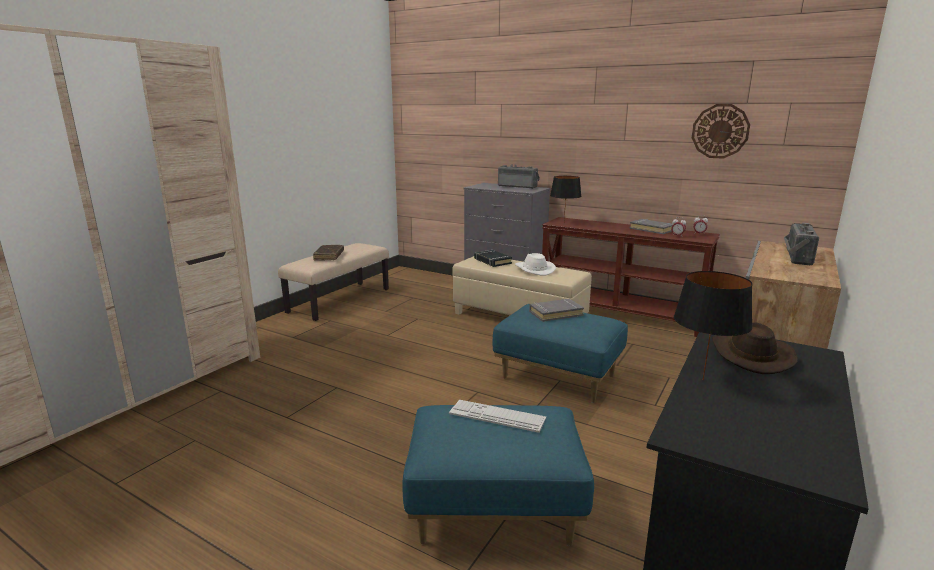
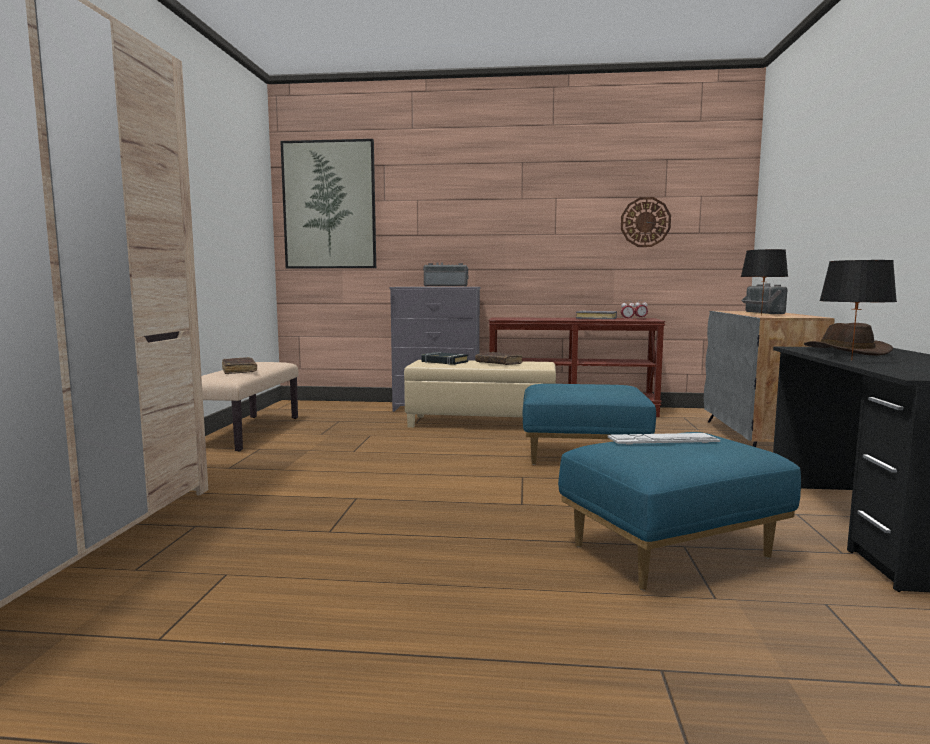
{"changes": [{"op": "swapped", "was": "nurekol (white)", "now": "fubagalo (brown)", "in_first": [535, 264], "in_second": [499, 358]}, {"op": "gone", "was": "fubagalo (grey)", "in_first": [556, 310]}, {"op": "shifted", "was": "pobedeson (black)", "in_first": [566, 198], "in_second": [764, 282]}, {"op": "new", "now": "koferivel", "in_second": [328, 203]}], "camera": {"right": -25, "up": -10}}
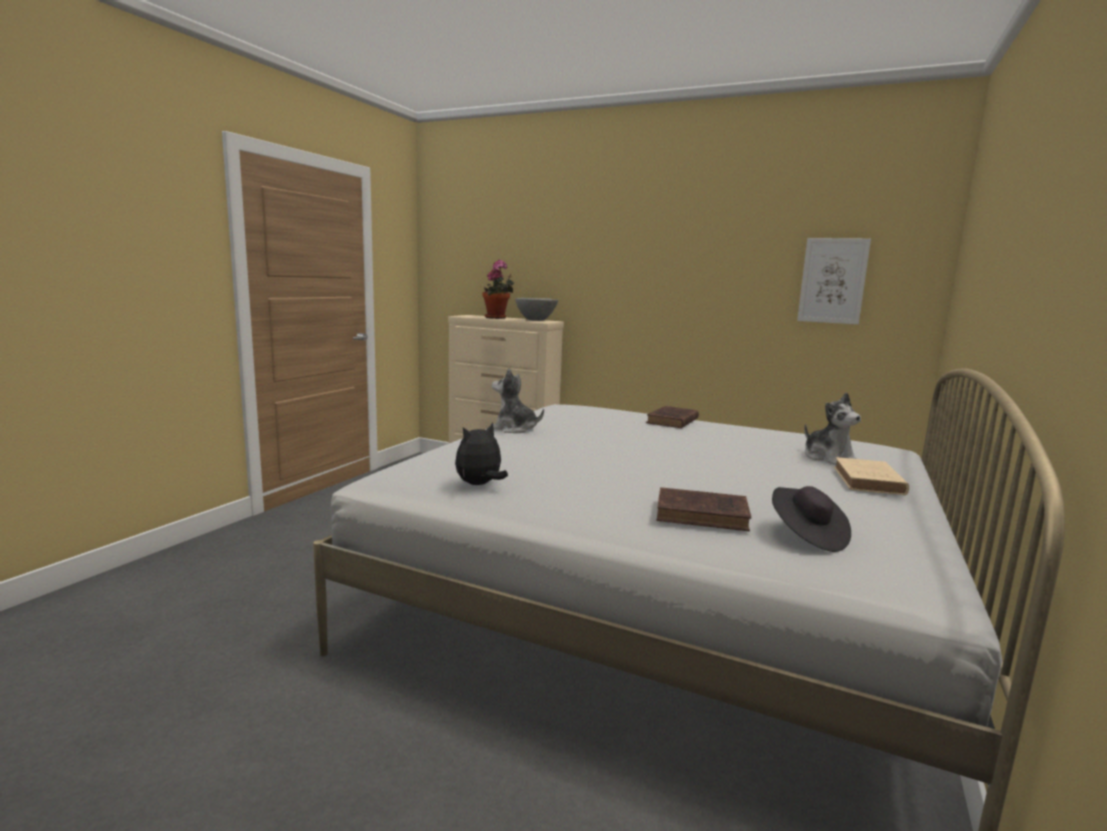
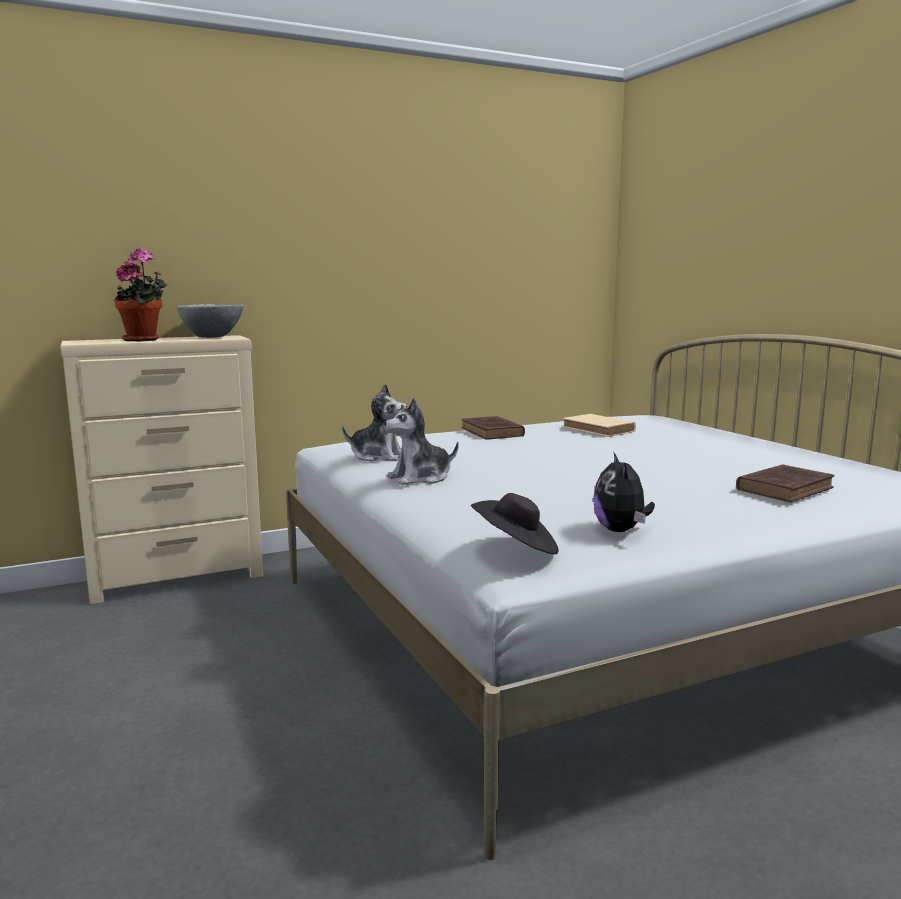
{"changes": [{"op": "shifted", "was": "nurekol (black)", "in_first": [811, 519], "in_second": [514, 523]}, {"op": "gone", "was": "koferivel", "in_first": [834, 281]}, {"op": "shifted", "was": "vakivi", "in_first": [832, 429], "in_second": [375, 423]}, {"op": "shifted", "was": "fubagalo (beige)", "in_first": [871, 476], "in_second": [599, 425]}], "camera": {"right": -50, "up": 0}}
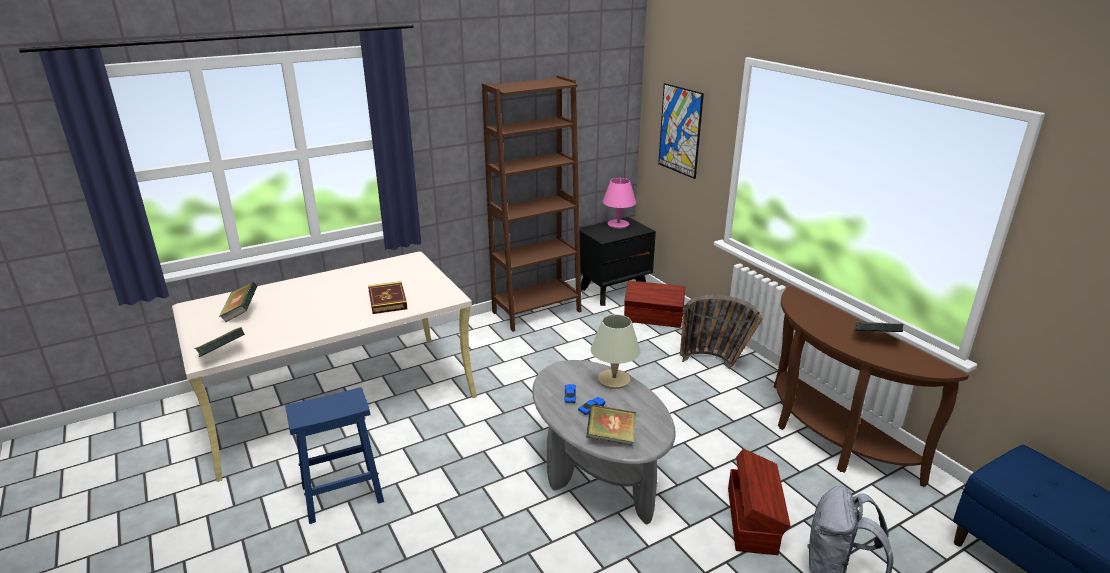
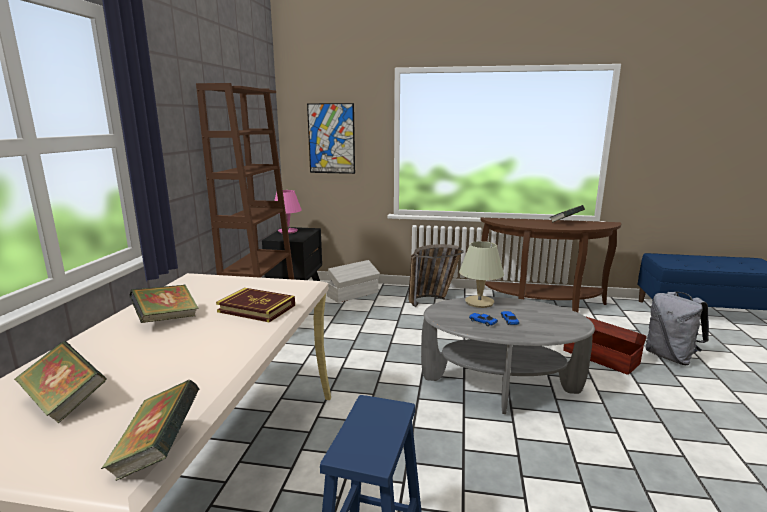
{"changes": [{"op": "shifted", "was": "fubagalo", "in_first": [611, 425], "in_second": [164, 304]}, {"op": "repainted", "was": "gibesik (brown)", "now": "gibesik (white)", "in_first": [654, 304], "in_second": [353, 281]}], "camera": {"right": -50, "up": -10}}
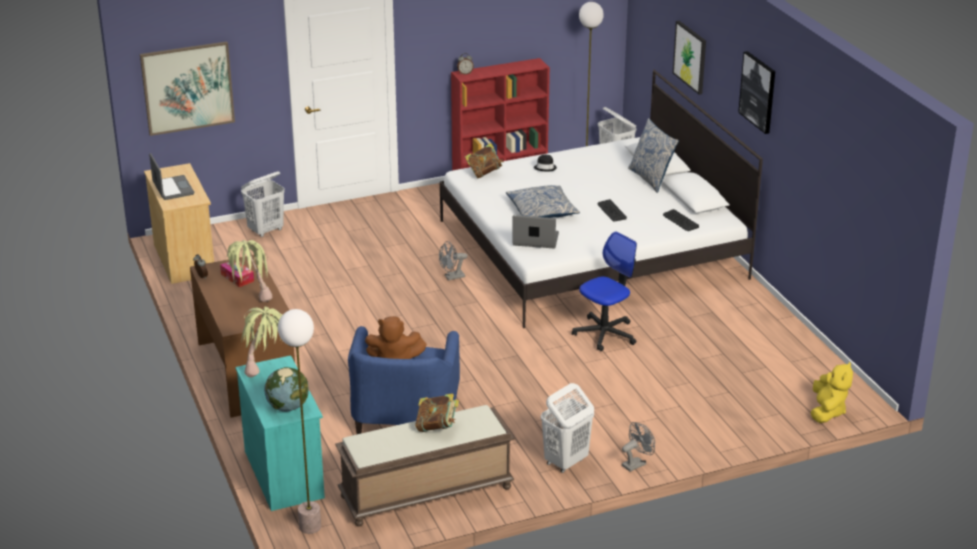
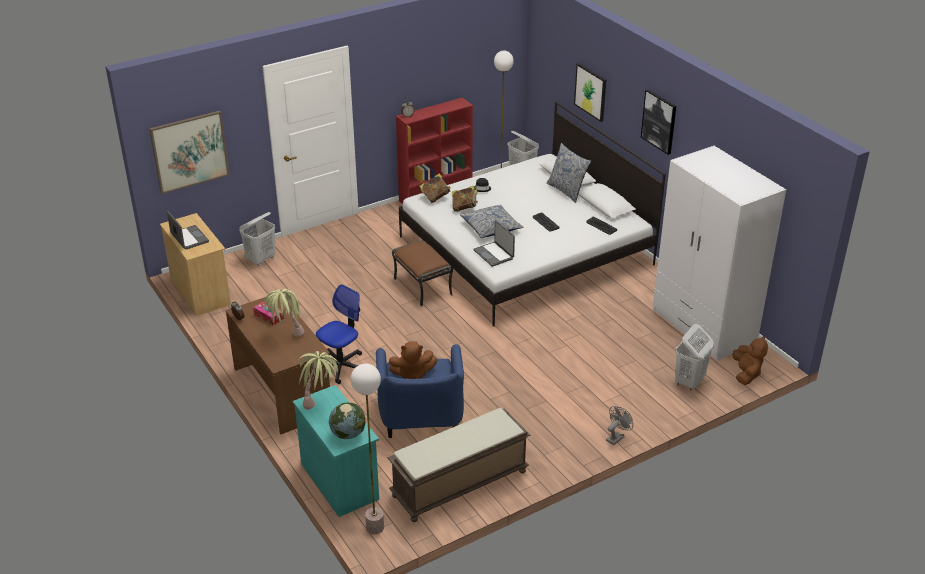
{"changes": [{"op": "shifted", "was": "fubagalo", "in_first": [437, 412], "in_second": [465, 199]}, {"op": "swapped", "was": "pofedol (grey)", "now": "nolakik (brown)", "in_first": [453, 261], "in_second": [422, 273]}, {"op": "rotated", "was": "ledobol", "in_first": [535, 231], "in_second": [494, 243], "clockwise": -120}, {"op": "shifted", "was": "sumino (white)", "in_first": [567, 428], "in_second": [694, 357]}, {"op": "shifted", "was": "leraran", "in_first": [604, 291], "in_second": [339, 334]}, {"op": "repainted", "was": "vakivi (yellow)", "now": "vakivi (brown)", "in_first": [832, 392], "in_second": [750, 360]}, {"op": "new", "now": "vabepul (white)", "in_second": [719, 253]}], "camera": {"right": -10, "up": 5}}
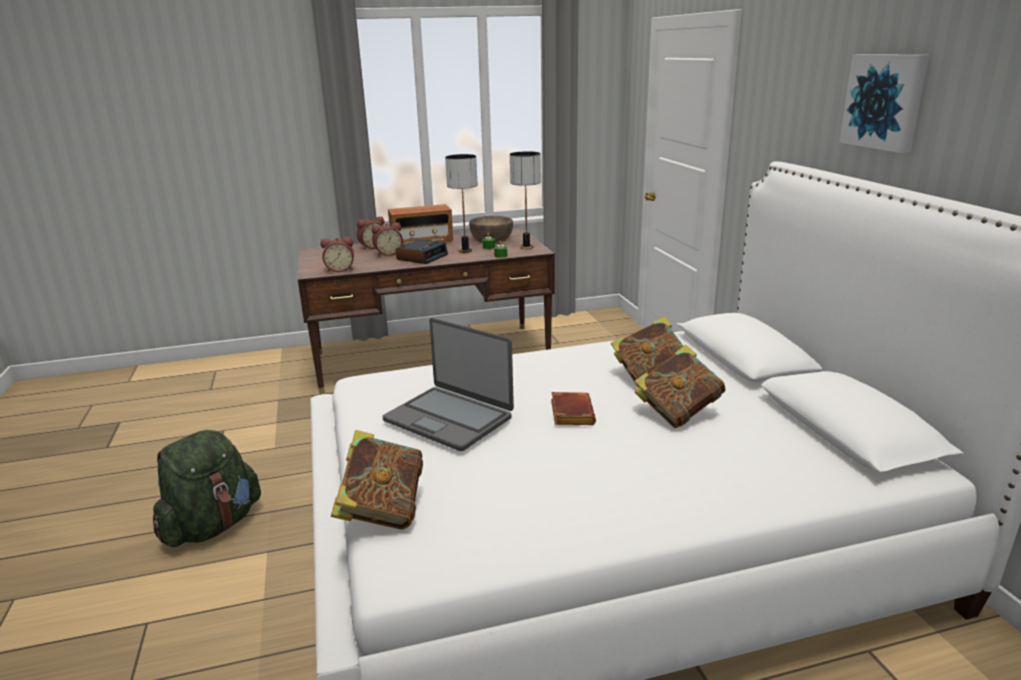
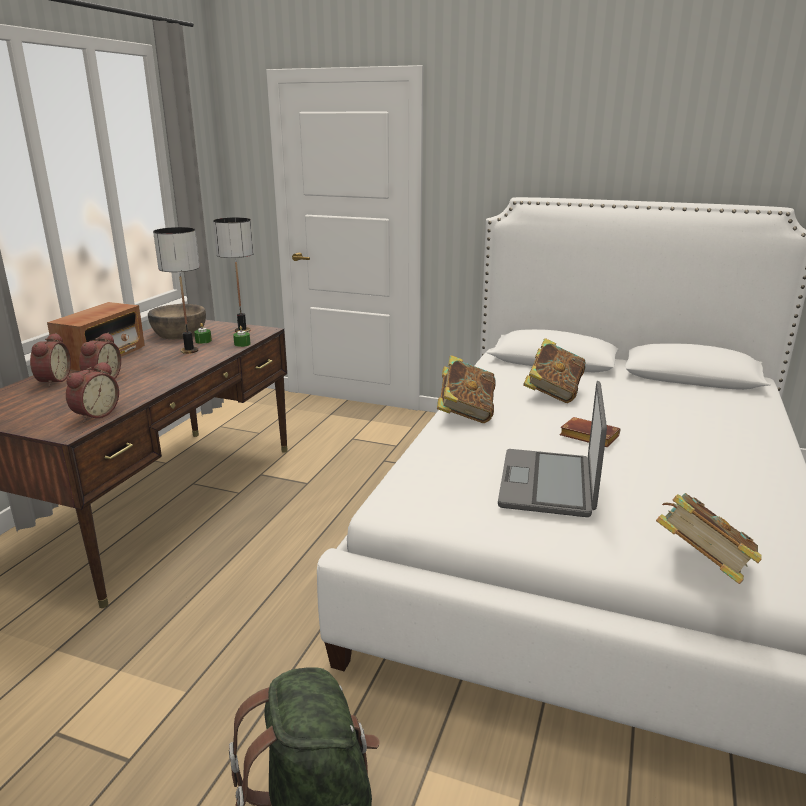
{"changes": [{"op": "rotated", "was": "ledobol", "in_first": [448, 384], "in_second": [552, 449], "clockwise": 120}, {"op": "gone", "was": "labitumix", "in_first": [422, 251]}, {"op": "shifted", "was": "fubagalo", "in_first": [680, 386], "in_second": [466, 389]}, {"op": "gone", "was": "koferivel", "in_first": [884, 103]}], "camera": {"right": -55, "up": 0}}
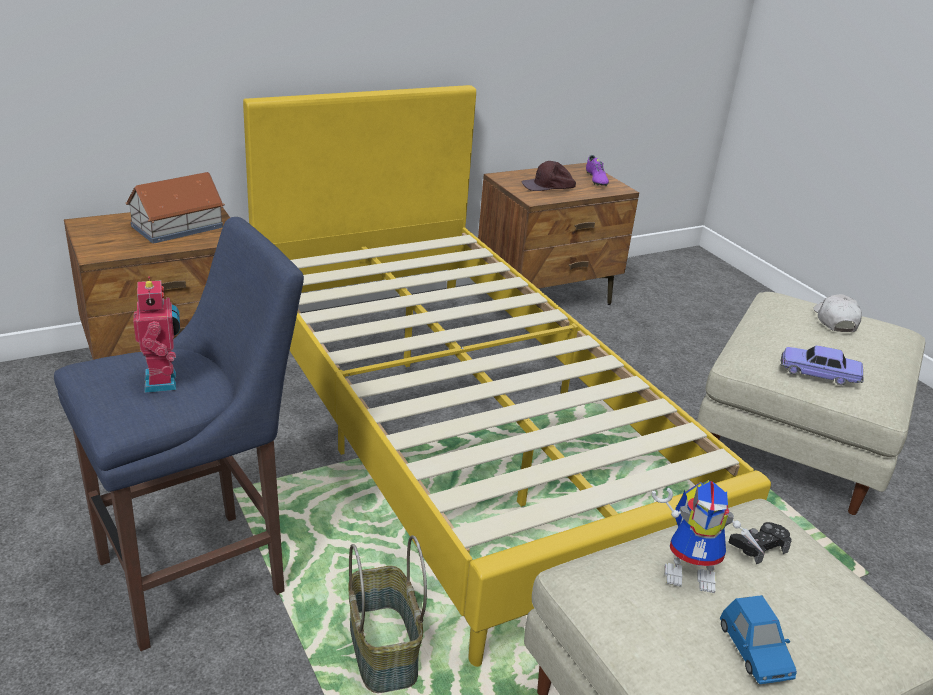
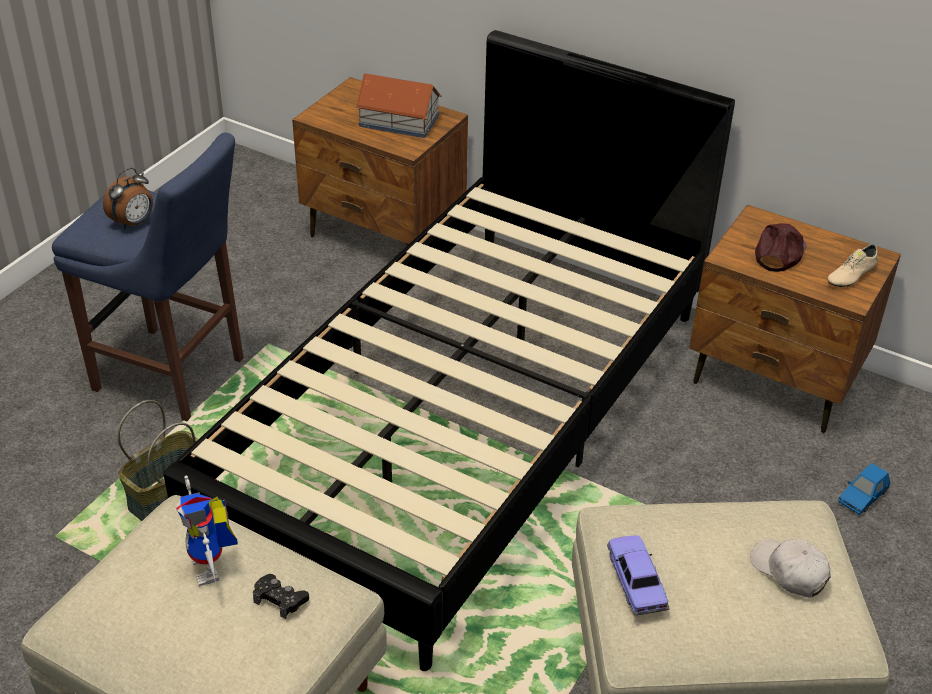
{"changes": [{"op": "swapped", "was": "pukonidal", "now": "labitumix", "in_first": [156, 334], "in_second": [128, 198]}, {"op": "repainted", "was": "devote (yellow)", "now": "devote (black)", "in_first": [507, 376], "in_second": [449, 350]}, {"op": "rotated", "was": "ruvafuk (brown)", "in_first": [548, 176], "in_second": [780, 247], "clockwise": 75}, {"op": "repainted", "was": "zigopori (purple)", "now": "zigopori (beige)", "in_first": [597, 170], "in_second": [853, 266]}, {"op": "shifted", "was": "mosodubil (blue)", "in_first": [758, 639], "in_second": [864, 489]}, {"op": "rotated", "was": "ruvafuk (white)", "in_first": [837, 313], "in_second": [790, 568], "clockwise": -105}], "camera": {"right": 60, "up": 10}}
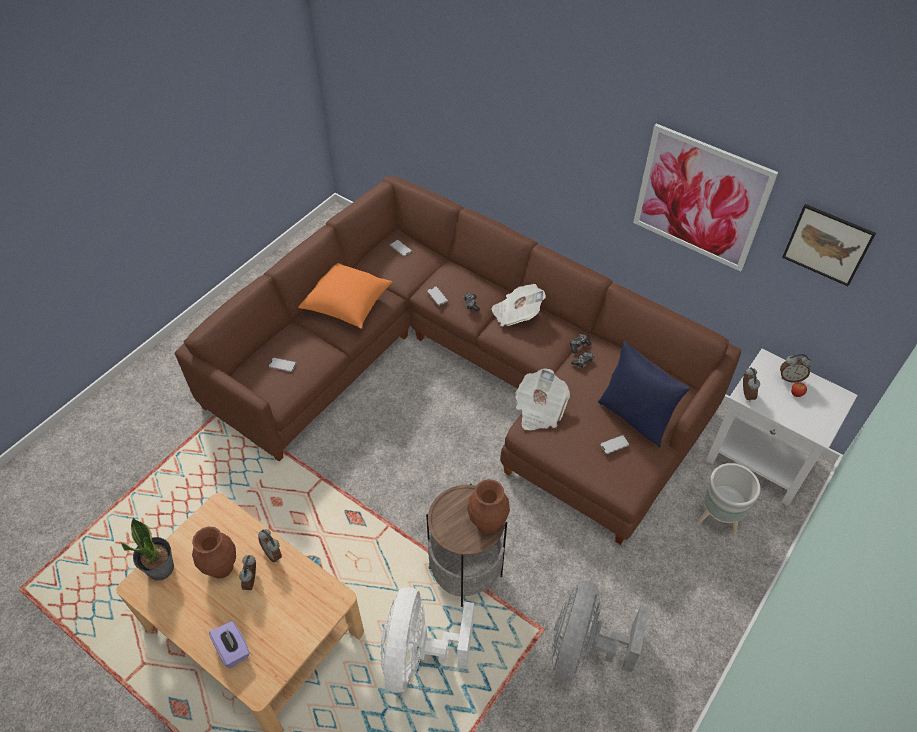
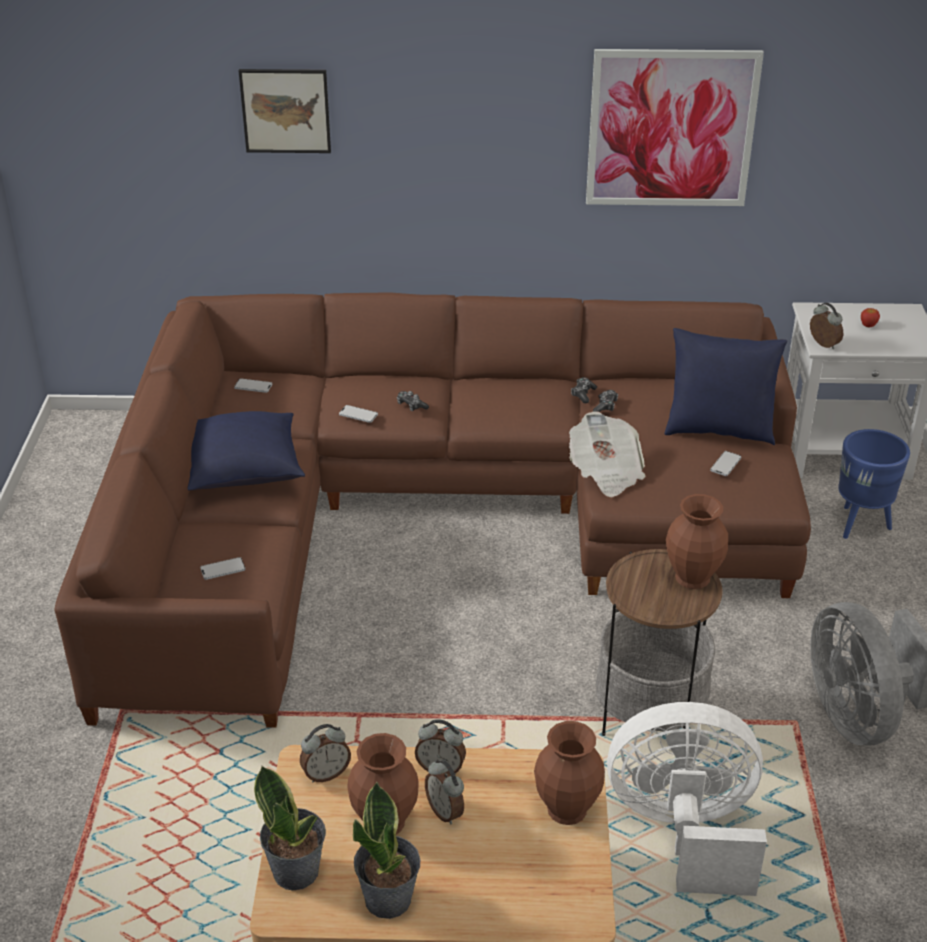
{"changes": [{"op": "gone", "was": "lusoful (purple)", "in_first": [229, 644]}, {"op": "repainted", "was": "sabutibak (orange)", "now": "sabutibak (blue)", "in_first": [345, 296], "in_second": [246, 450]}, {"op": "rotated", "was": "pofedol (white)", "in_first": [427, 640], "in_second": [687, 799], "clockwise": 120}, {"op": "gone", "was": "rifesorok", "in_first": [518, 305]}, {"op": "repainted", "was": "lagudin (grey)", "now": "lagudin (blue)", "in_first": [729, 499], "in_second": [874, 484]}, {"op": "shifted", "was": "labitumix", "in_first": [796, 368], "in_second": [325, 753]}, {"op": "shifted", "was": "koferivel", "in_first": [829, 245], "in_second": [285, 111]}, {"op": "new", "now": "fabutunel", "in_second": [386, 850]}, {"op": "new", "now": "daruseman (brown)", "in_second": [569, 773]}], "camera": {"right": -35, "up": -15}}
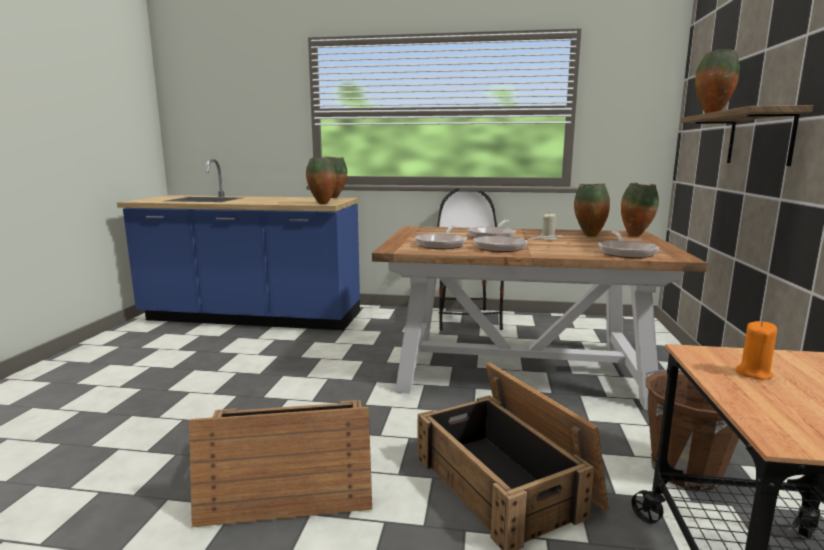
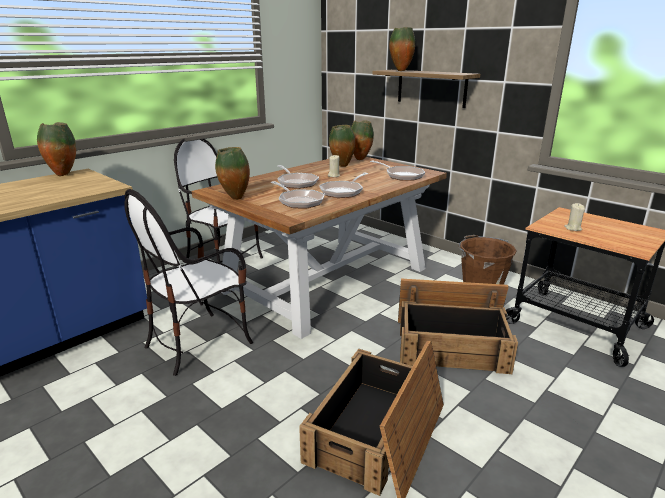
{"changes": [{"op": "shifted", "was": "daruseman", "in_first": [321, 180], "in_second": [232, 173]}, {"op": "repainted", "was": "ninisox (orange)", "now": "ninisox (beige)", "in_first": [756, 350], "in_second": [574, 217]}, {"op": "new", "now": "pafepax", "in_second": [188, 282]}], "camera": {"right": -55, "up": 10}}
